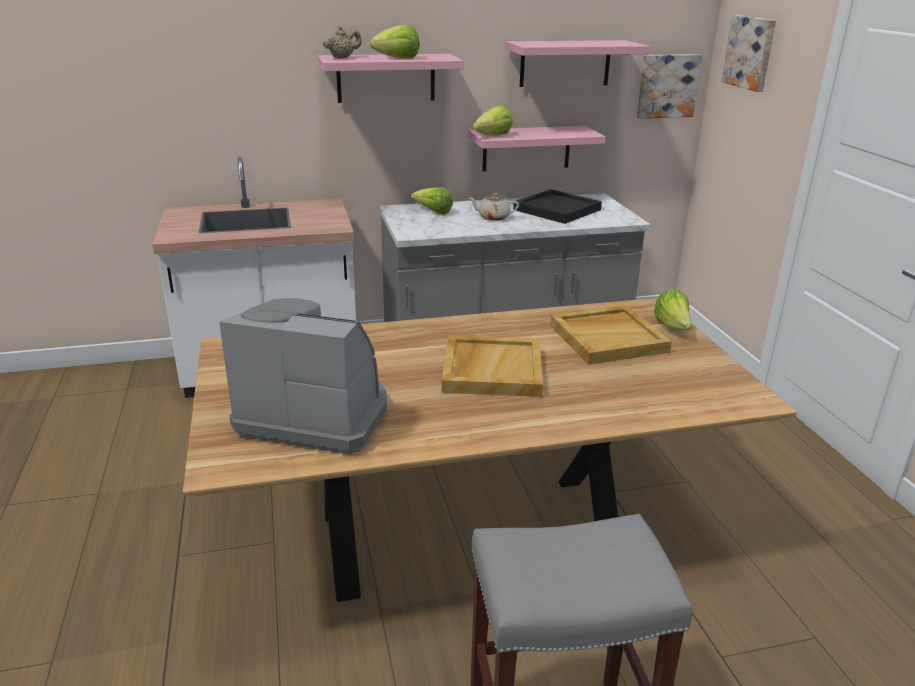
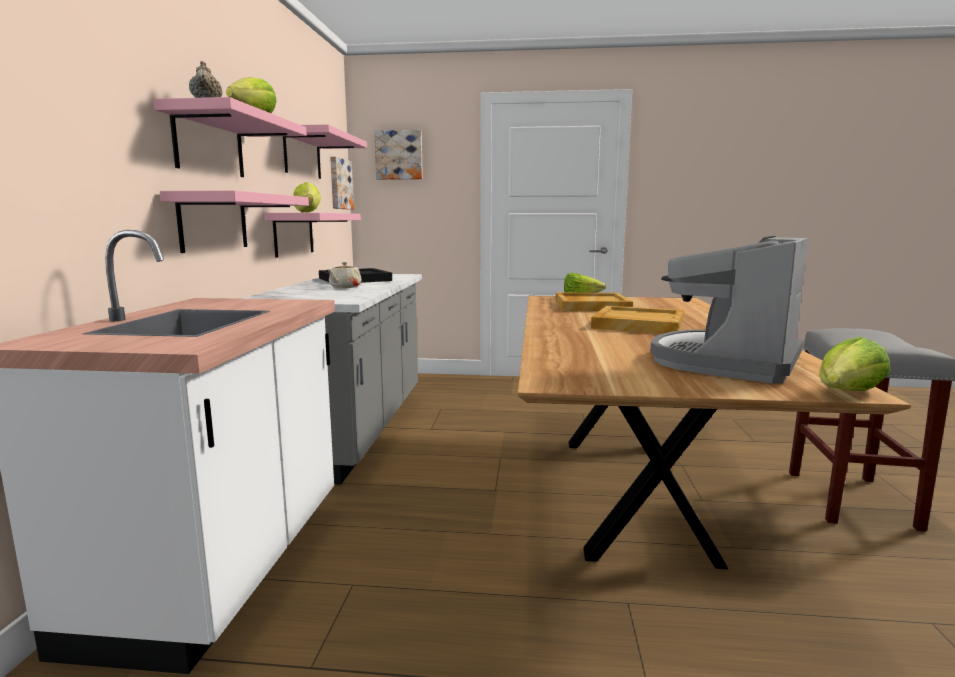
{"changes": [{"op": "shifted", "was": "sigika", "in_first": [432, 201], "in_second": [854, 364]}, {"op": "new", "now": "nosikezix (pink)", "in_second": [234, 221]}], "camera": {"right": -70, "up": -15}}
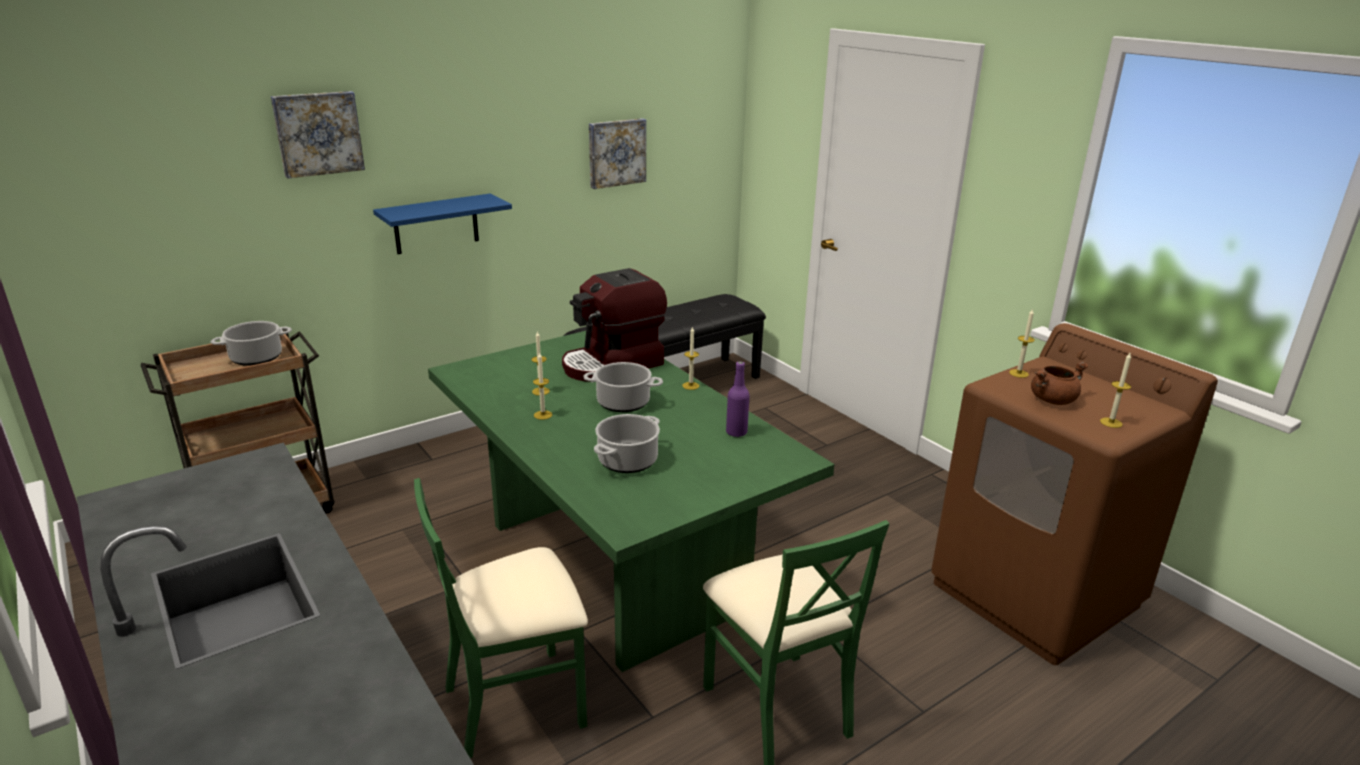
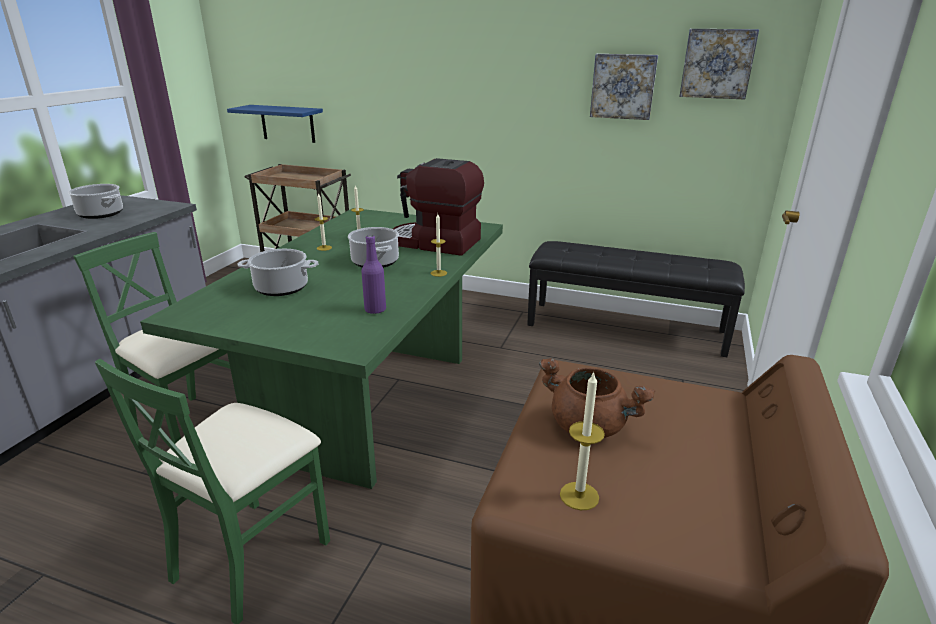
{"changes": [{"op": "shifted", "was": "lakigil", "in_first": [251, 343], "in_second": [95, 201]}, {"op": "shifted", "was": "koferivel", "in_first": [318, 135], "in_second": [719, 64]}, {"op": "shifted", "was": "nosikezix (blue)", "in_first": [442, 223], "in_second": [275, 124]}, {"op": "gone", "was": "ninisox", "in_first": [1022, 343]}], "camera": {"right": 55, "up": 0}}
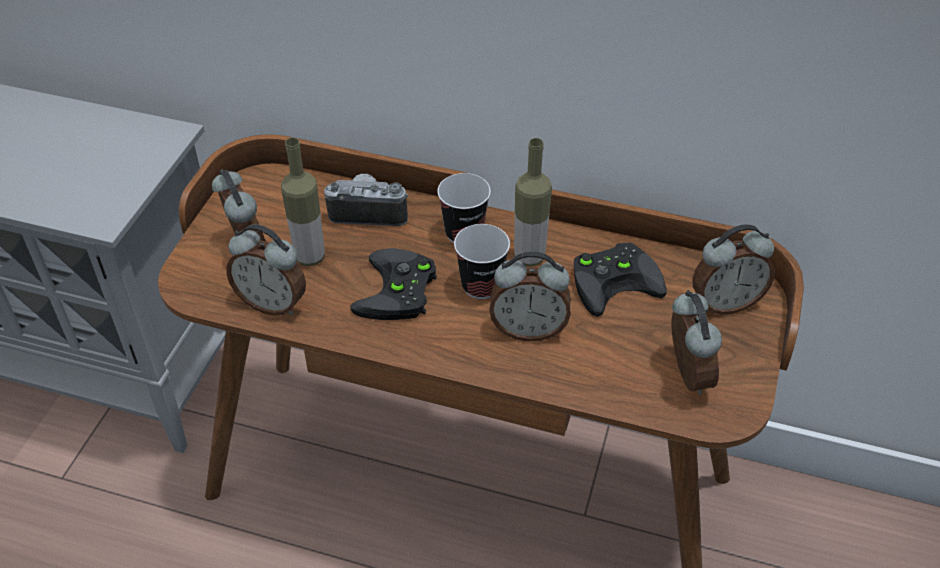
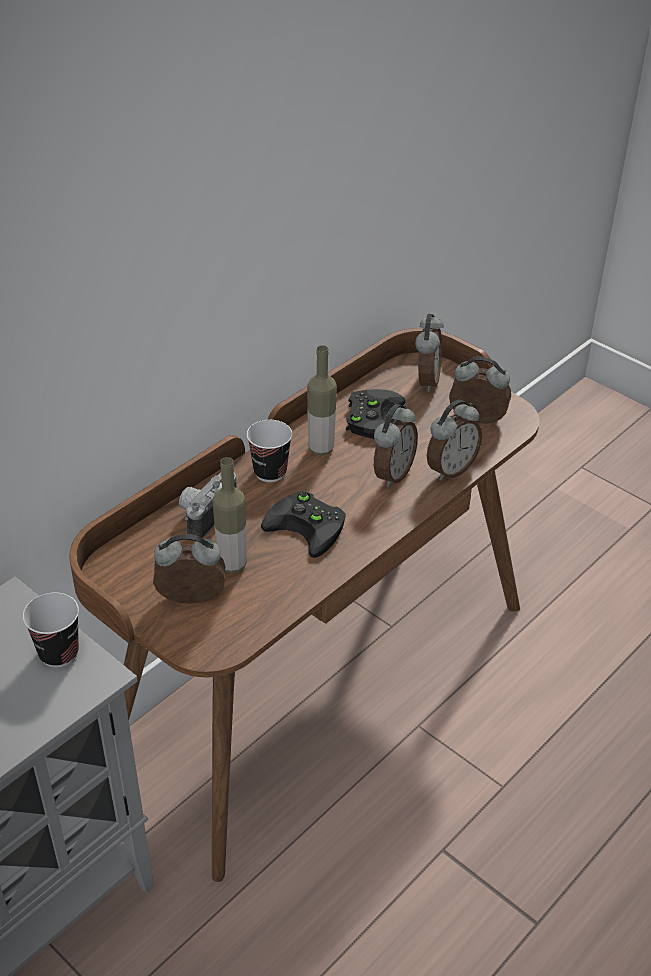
{"changes": [{"op": "shifted", "was": "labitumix", "in_first": [266, 270], "in_second": [454, 440]}, {"op": "shifted", "was": "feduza", "in_first": [482, 261], "in_second": [51, 630]}], "camera": {"right": -65, "up": -5}}
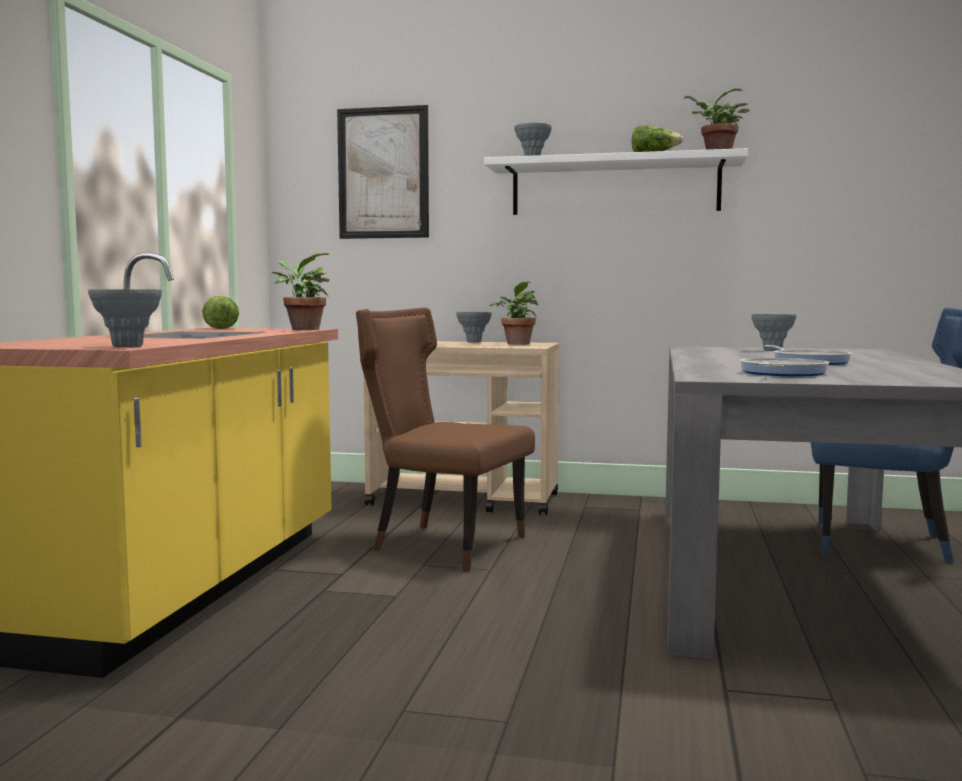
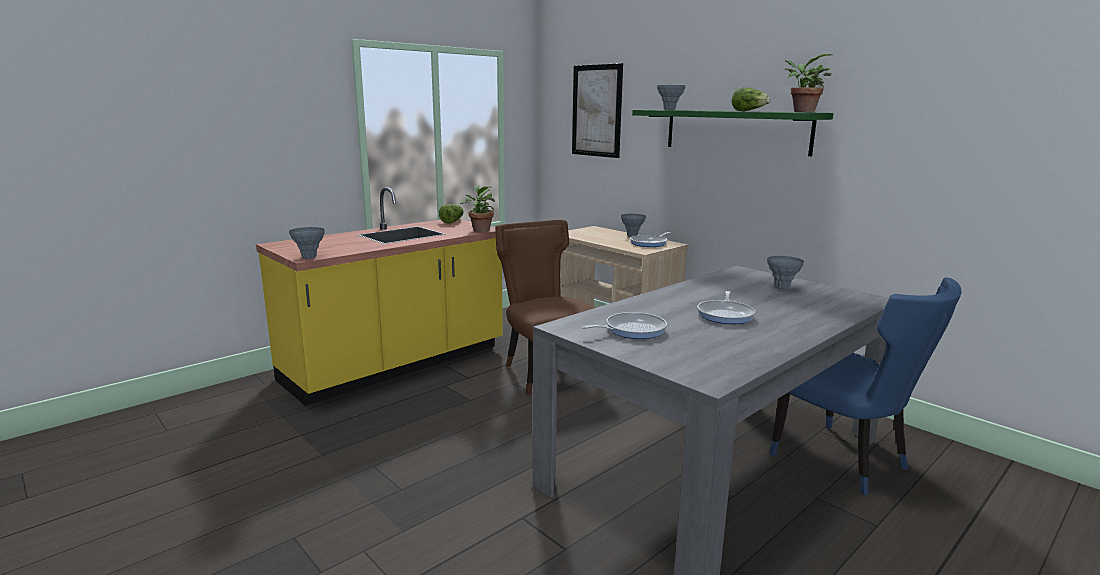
{"changes": [{"op": "repainted", "was": "nosikezix (white)", "now": "nosikezix (green)", "in_first": [616, 181], "in_second": [732, 133]}, {"op": "swapped", "was": "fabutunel", "now": "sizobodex", "in_first": [513, 313], "in_second": [650, 239]}], "camera": {"right": 35, "up": 10}}
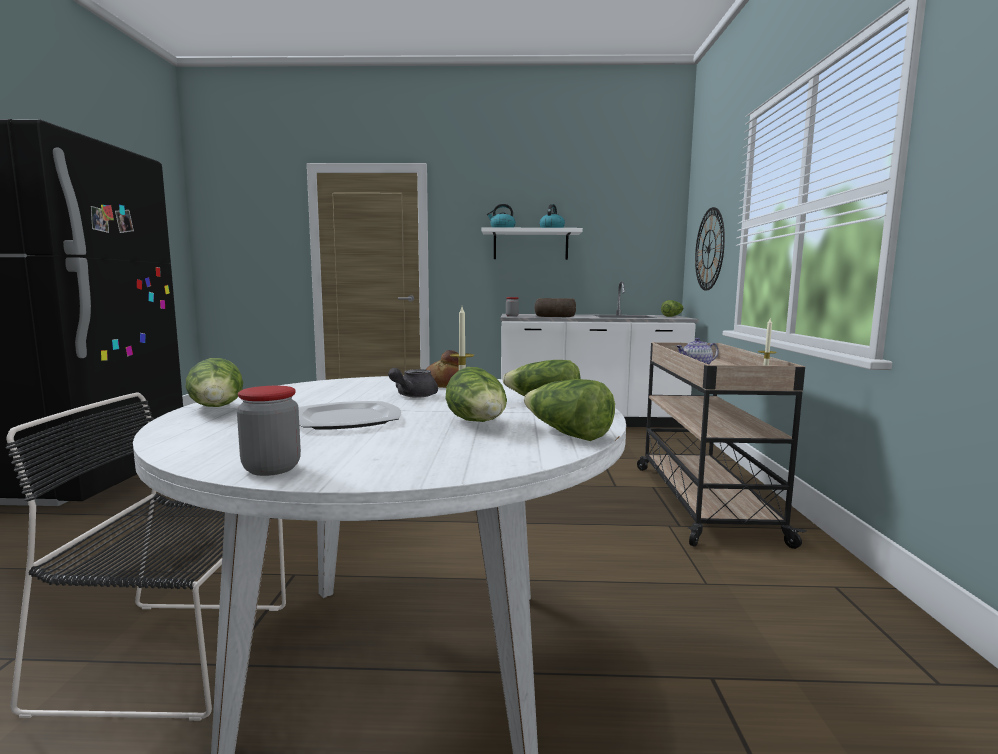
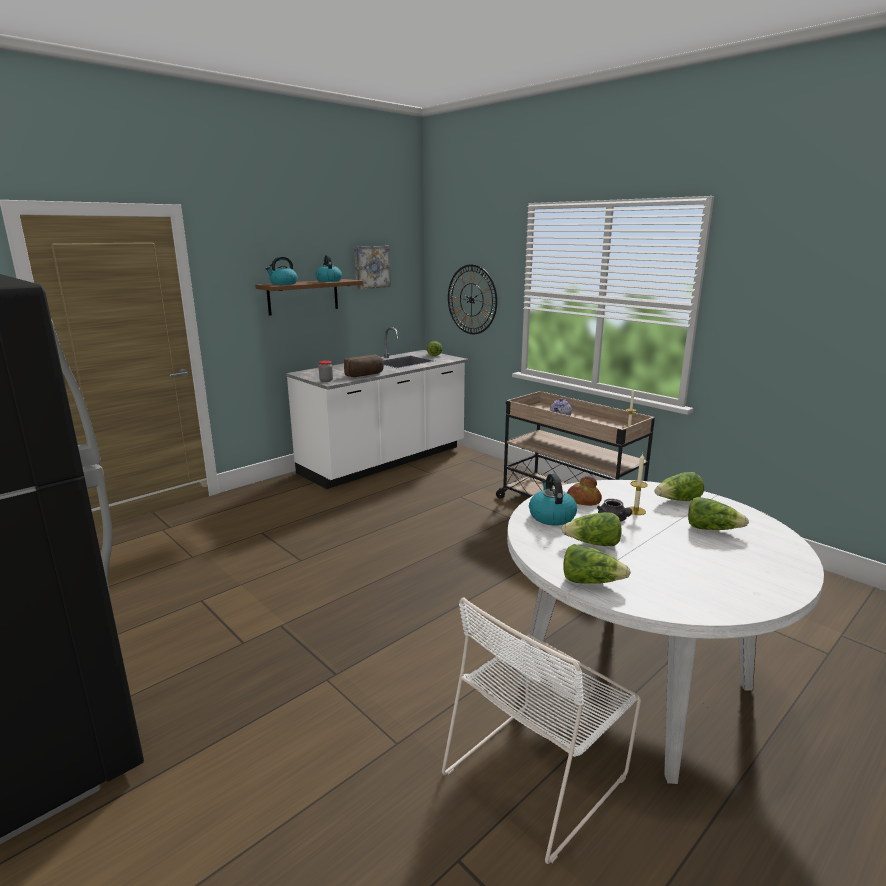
{"changes": [{"op": "repainted", "was": "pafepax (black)", "now": "pafepax (white)", "in_first": [146, 556], "in_second": [541, 730]}, {"op": "gone", "was": "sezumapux", "in_first": [269, 431]}, {"op": "gone", "was": "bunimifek", "in_first": [349, 415]}, {"op": "repainted", "was": "nosikezix (white)", "now": "nosikezix (brown)", "in_first": [532, 243], "in_second": [309, 297]}, {"op": "shifted", "was": "sigika", "in_first": [569, 410], "in_second": [591, 529]}, {"op": "new", "now": "koferivel", "in_second": [372, 267]}, {"op": "new", "now": "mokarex", "in_second": [553, 499]}], "camera": {"right": -45, "up": 10}}
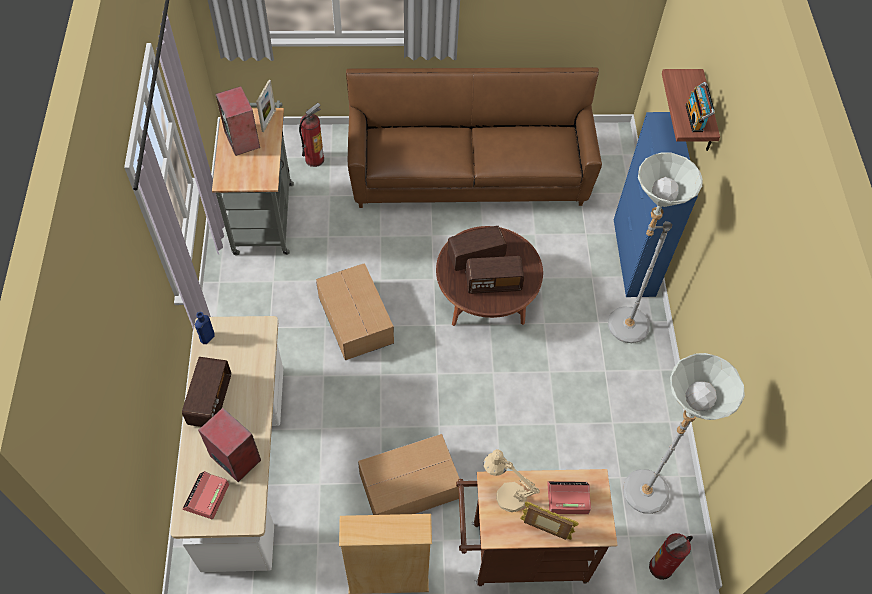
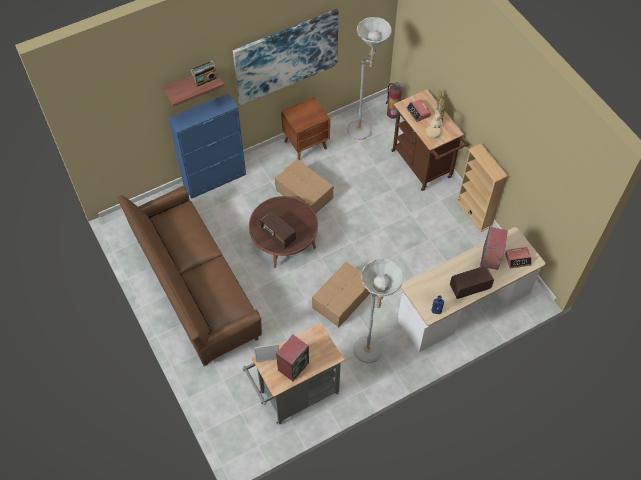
{"changes": [{"op": "gone", "was": "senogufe", "in_first": [311, 135]}, {"op": "shifted", "was": "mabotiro", "in_first": [409, 474], "in_second": [304, 186]}, {"op": "gone", "was": "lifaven", "in_first": [495, 275]}, {"op": "shifted", "was": "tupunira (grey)", "in_first": [655, 247], "in_second": [378, 311]}, {"op": "new", "now": "koferivel", "in_second": [286, 57]}, {"op": "new", "now": "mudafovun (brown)", "in_second": [305, 129]}], "camera": {"right": -115, "up": 0}}
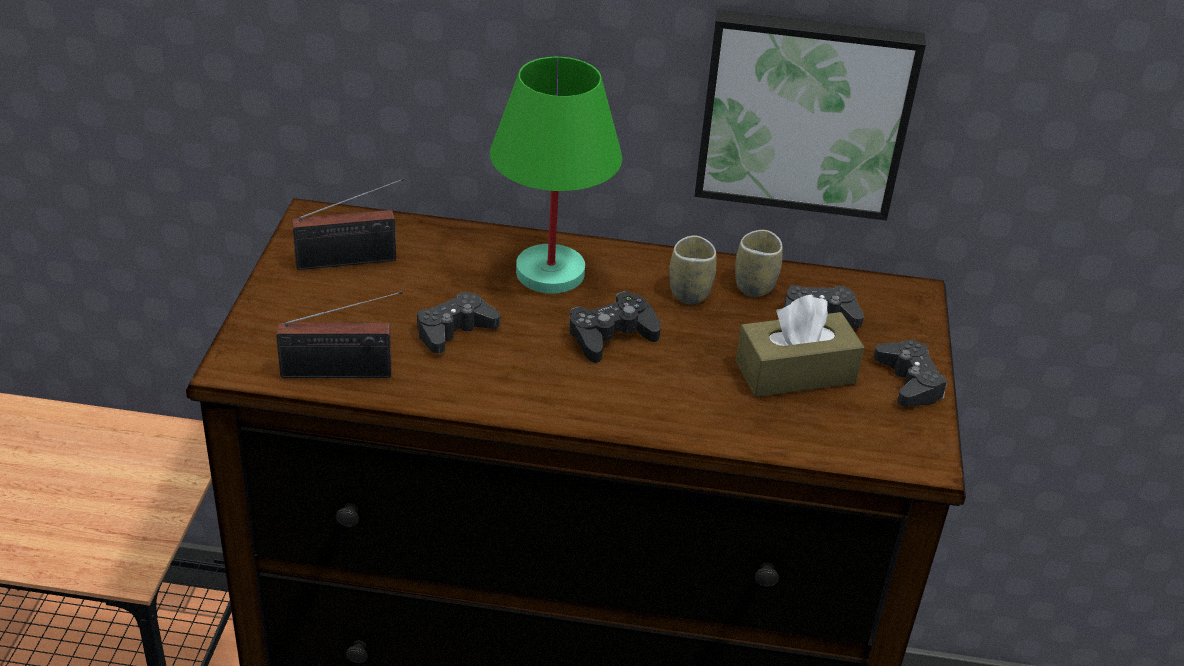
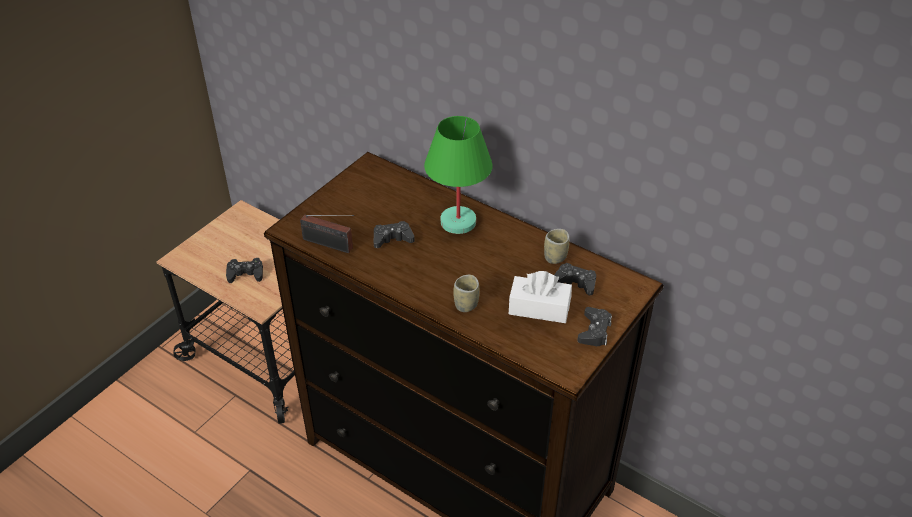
{"changes": [{"op": "gone", "was": "lifaven", "in_first": [348, 224]}, {"op": "shifted", "was": "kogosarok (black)", "in_first": [615, 327], "in_second": [244, 270]}, {"op": "shifted", "was": "feduza", "in_first": [692, 269], "in_second": [466, 293]}, {"op": "gone", "was": "koferivel", "in_first": [810, 115]}, {"op": "repainted", "was": "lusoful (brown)", "now": "lusoful (white)", "in_first": [800, 345], "in_second": [540, 297]}], "camera": {"right": 30, "up": 5}}
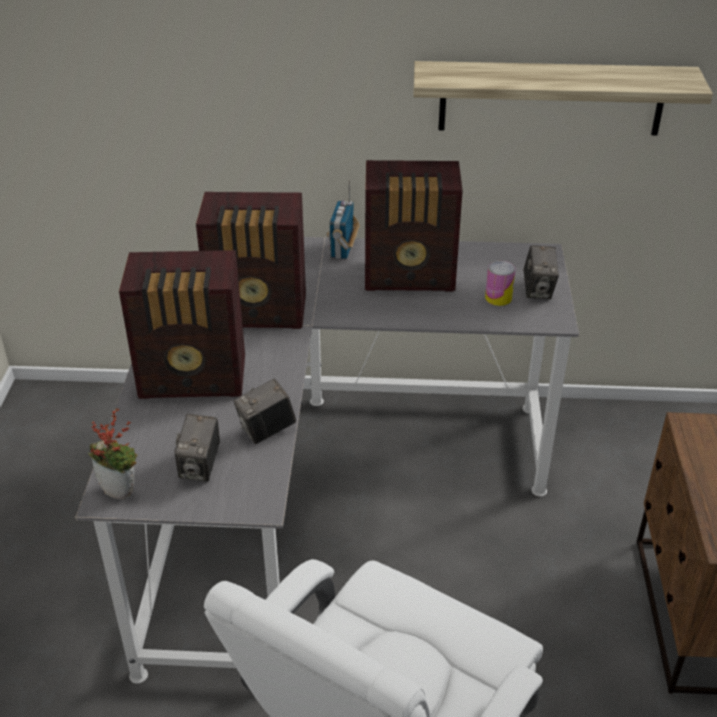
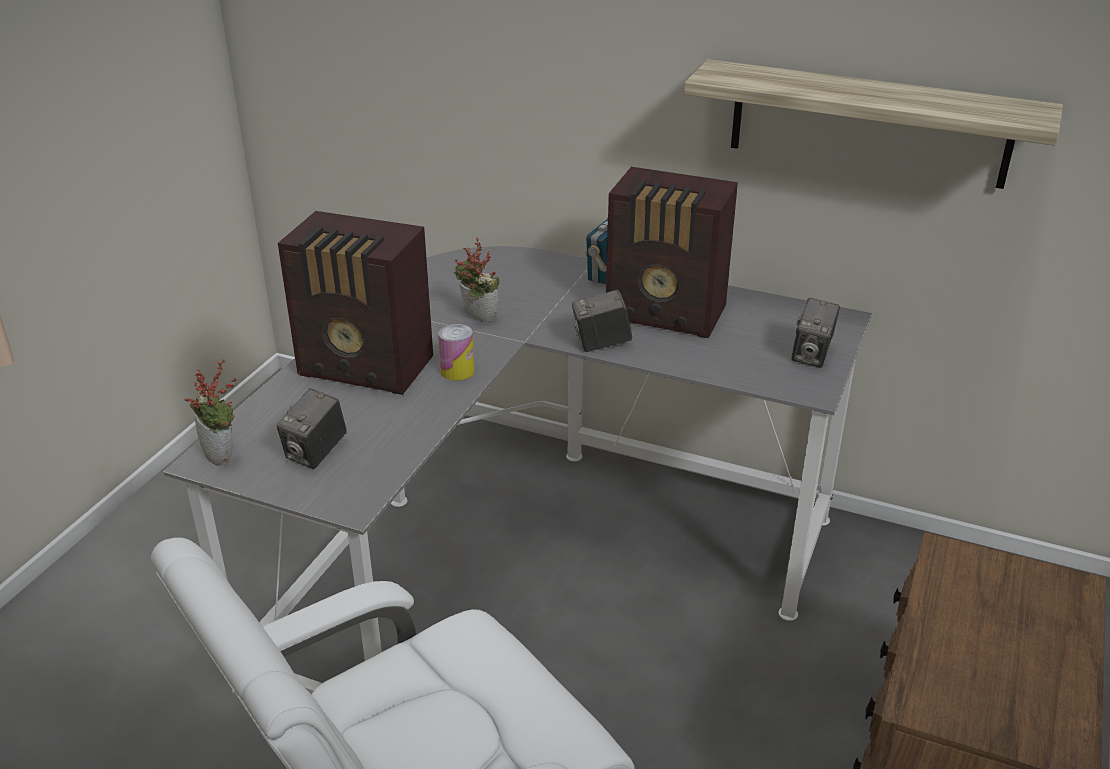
{"changes": [{"op": "swapped", "was": "lifaven", "now": "fabutunel", "in_first": [251, 260], "in_second": [476, 280]}, {"op": "shifted", "was": "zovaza", "in_first": [265, 411], "in_second": [602, 320]}, {"op": "shifted", "was": "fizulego", "in_first": [500, 283], "in_second": [456, 352]}], "camera": {"right": 20, "up": -5}}
